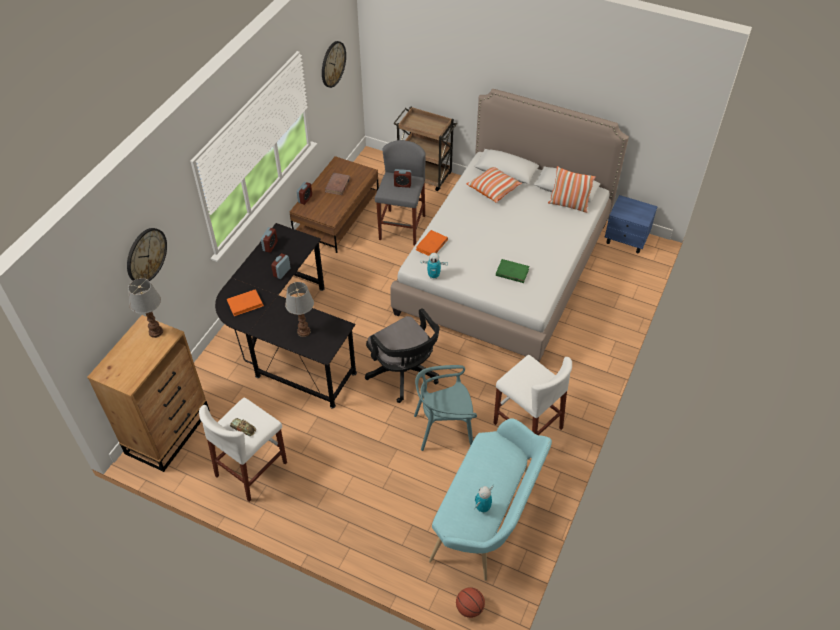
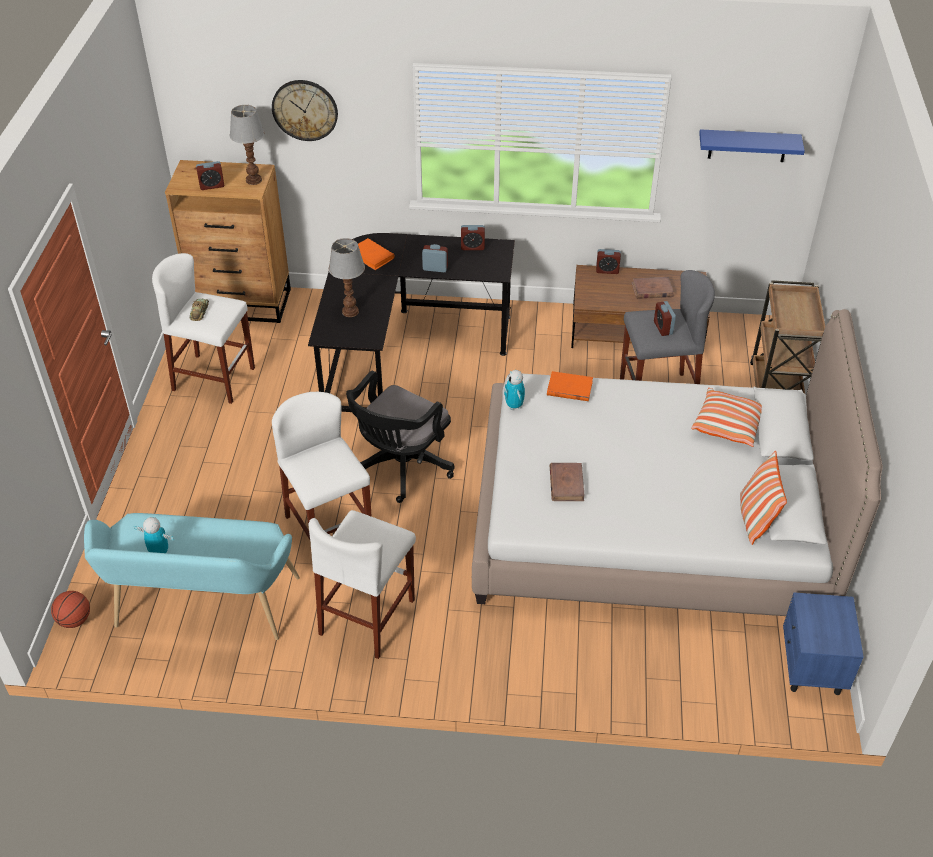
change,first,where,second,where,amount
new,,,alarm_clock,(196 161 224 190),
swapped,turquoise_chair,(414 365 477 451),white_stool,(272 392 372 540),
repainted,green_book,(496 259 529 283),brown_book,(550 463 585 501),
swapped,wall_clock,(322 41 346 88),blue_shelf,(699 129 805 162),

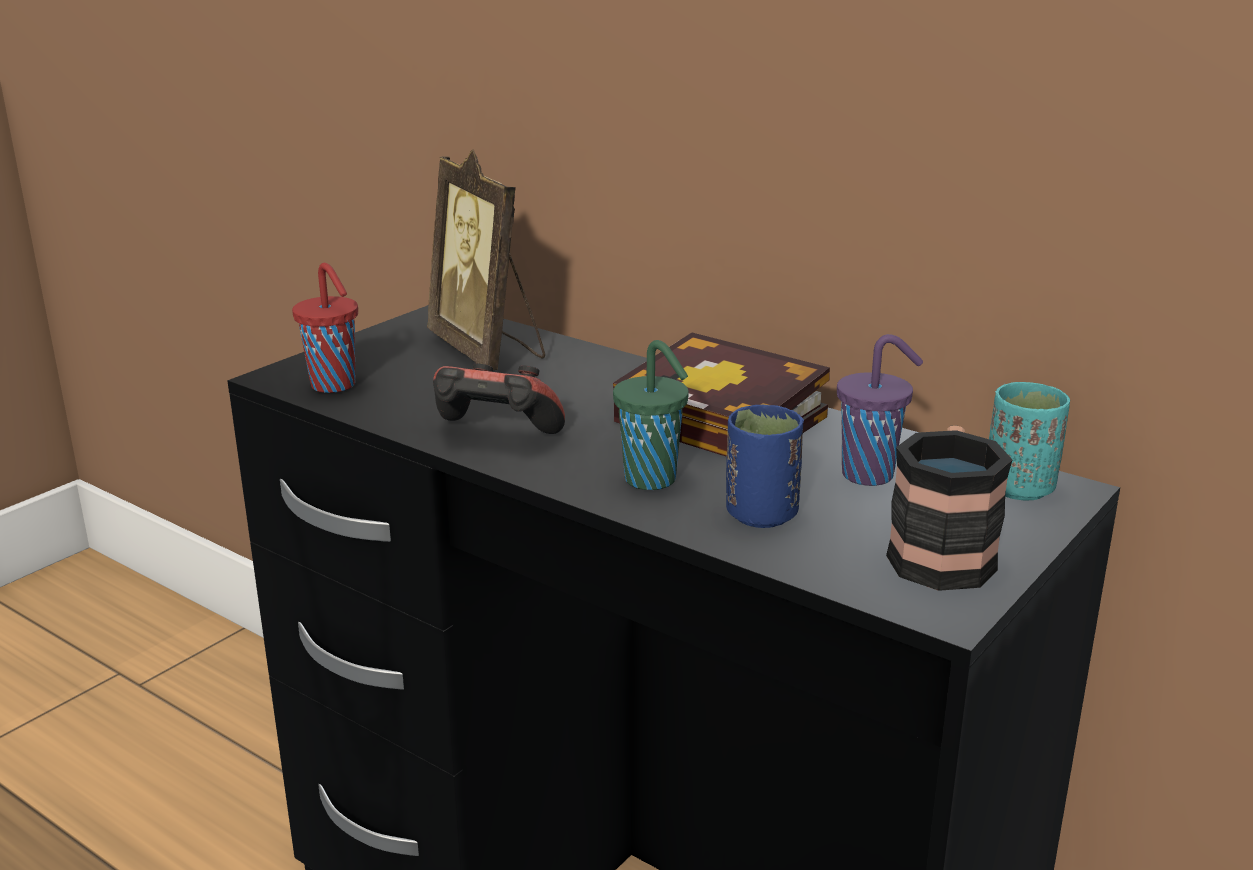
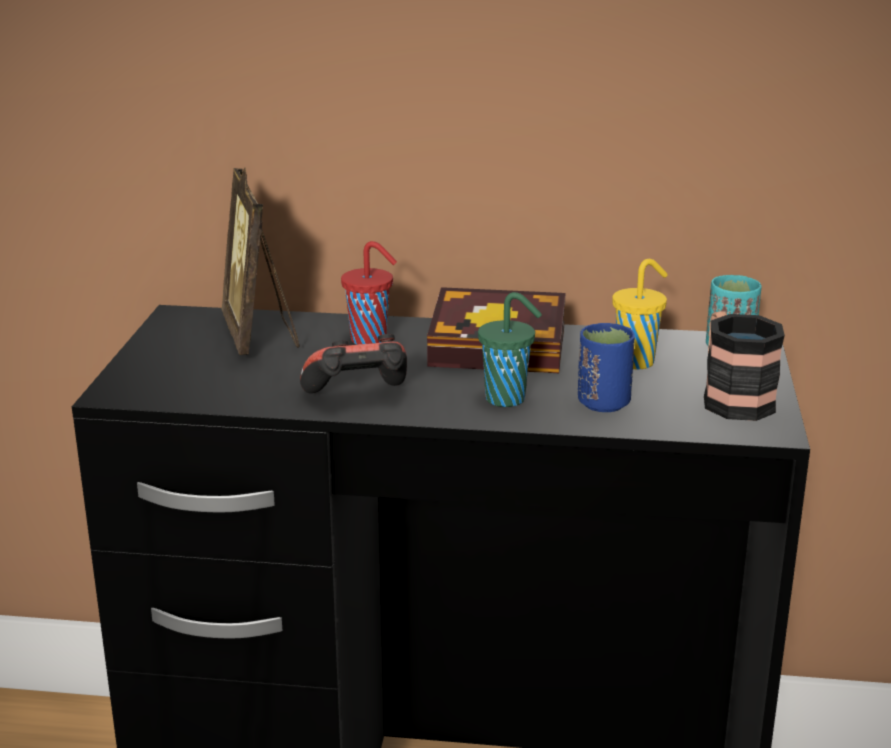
change,first,where,second,where,amount
rotated,picture_frame,(427 149 545 370),,(222 168 299 355),45 degrees clockwise
shifted,red_cup,(292 263 358 393),,(341 241 397 345),
repainted,purple_cup,(837 334 923 486),yellow_cup,(612 259 668 369),

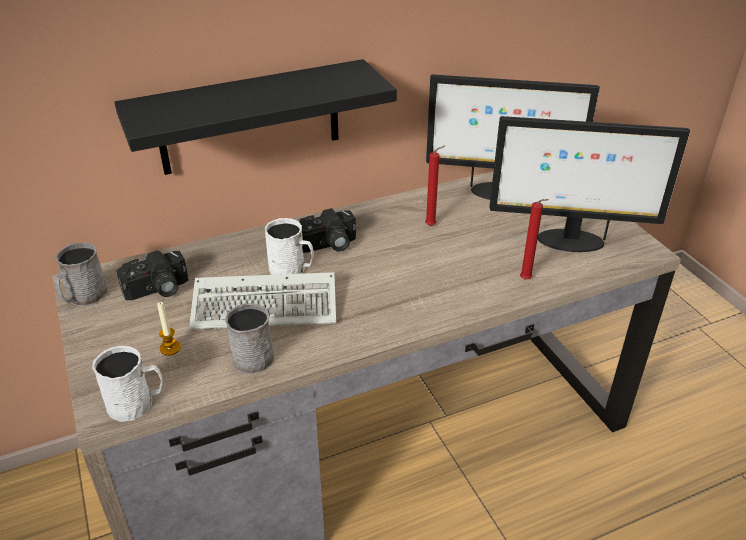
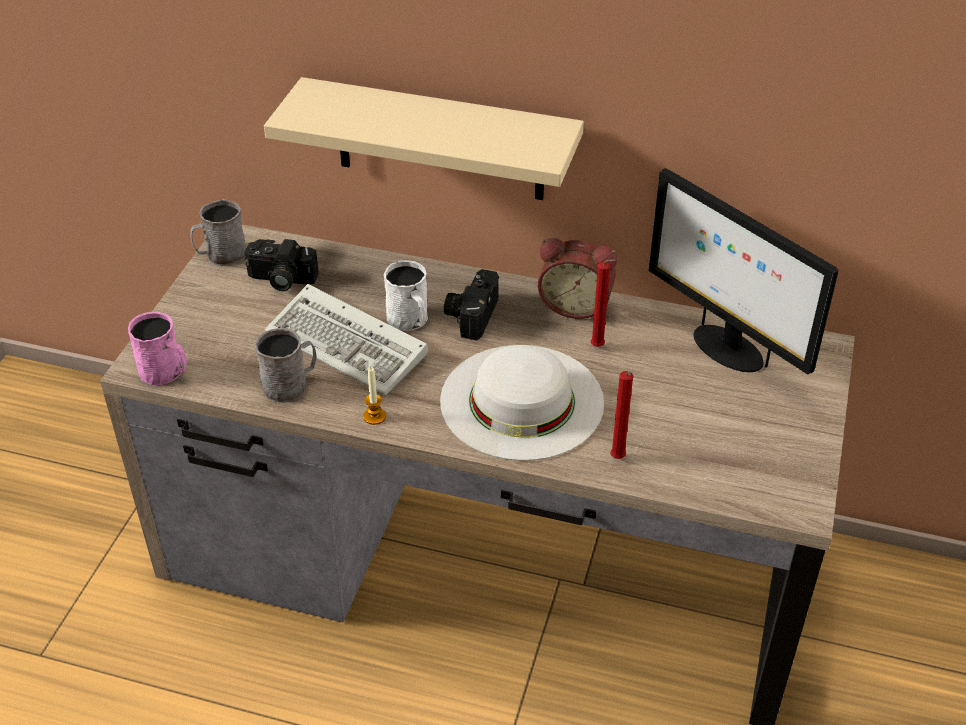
change,first,where,second,where,amount
repainted,white_mug,(92 346 163 422),pink_mug,(128 312 187 385),
repainted,black_shelf,(114 59 397 175),beige_shelf,(264 77 584 200),
shifted,candle,(157 302 181 355),,(363 367 386 425),
new,,,white_hat,(440 345 604 461),
rotated,photo_camera,(298 208 356 253),,(444 269 499 340),90 degrees clockwise
new,,,alarm_clock,(538 238 617 319),
gone,monitor,(489 116 690 252),,,

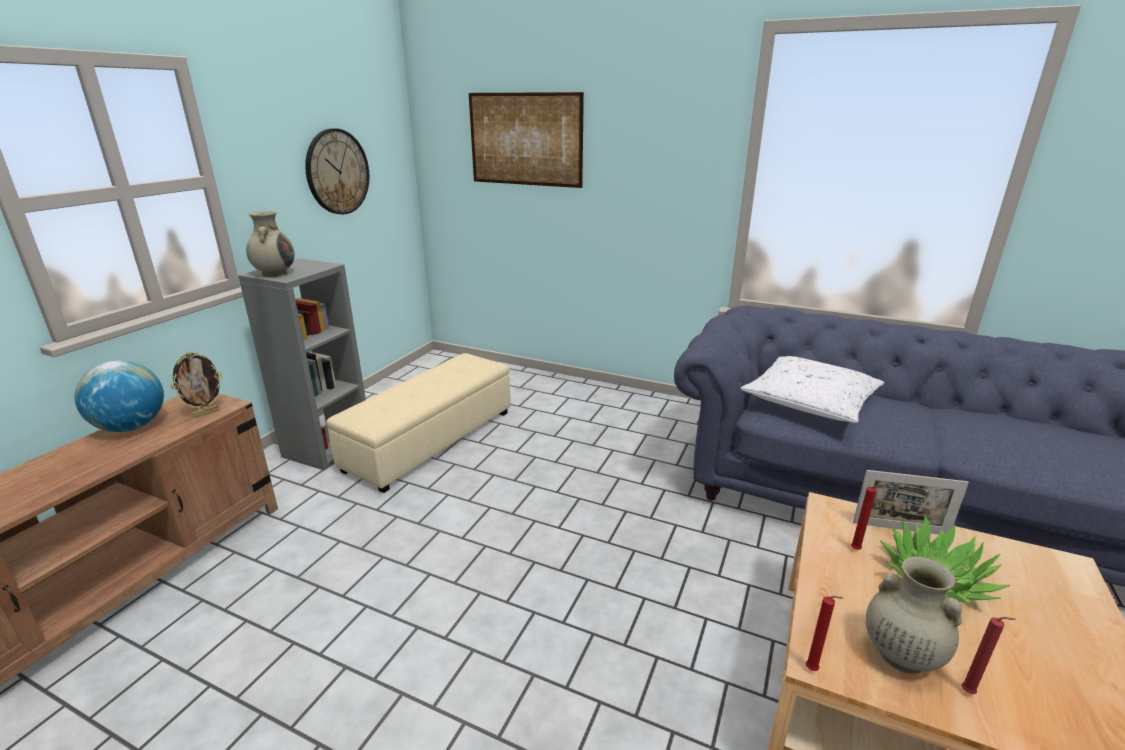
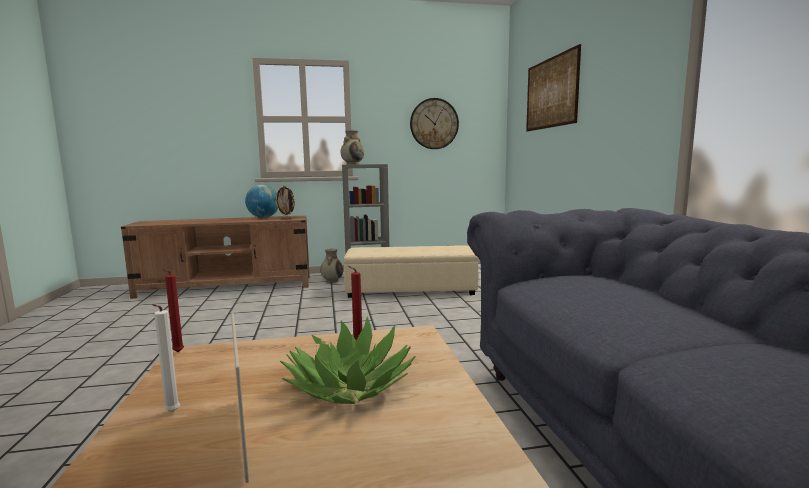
change,first,where,second,where,amount
repainted,red_candle,(961 617 1016 694),white_candle,(152 304 180 412),
shifted,picture_frame,(853 470 969 535),,(231 313 249 483),
shifted,beige_vase,(866 557 962 674),,(320 249 343 283),
gone,white_pillow,(741 356 884 423),,,

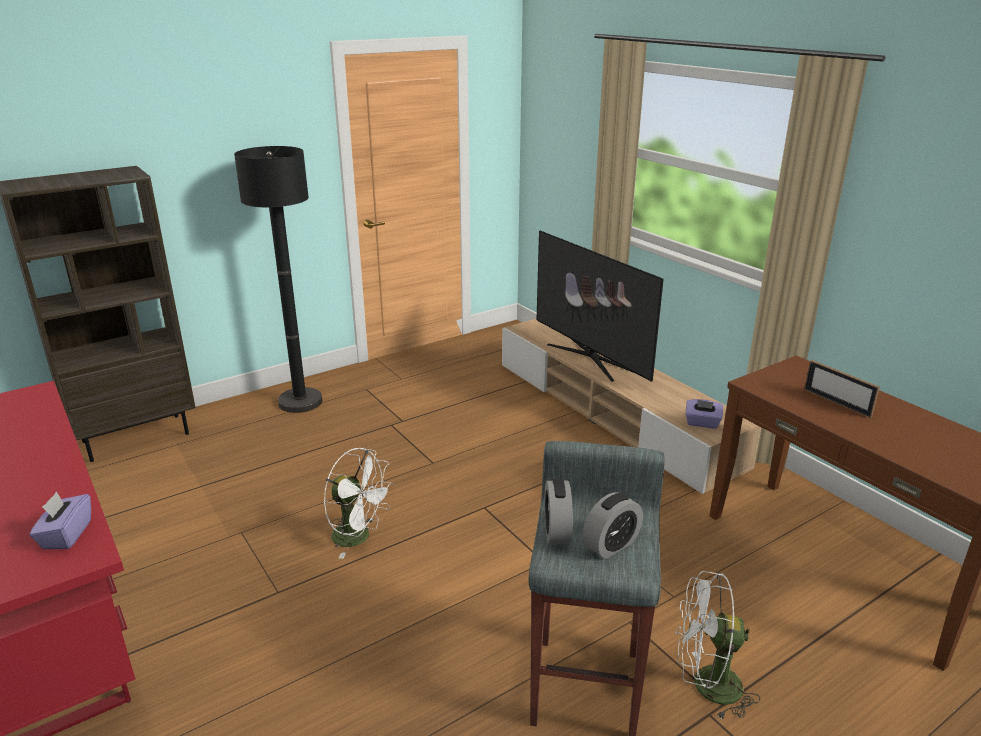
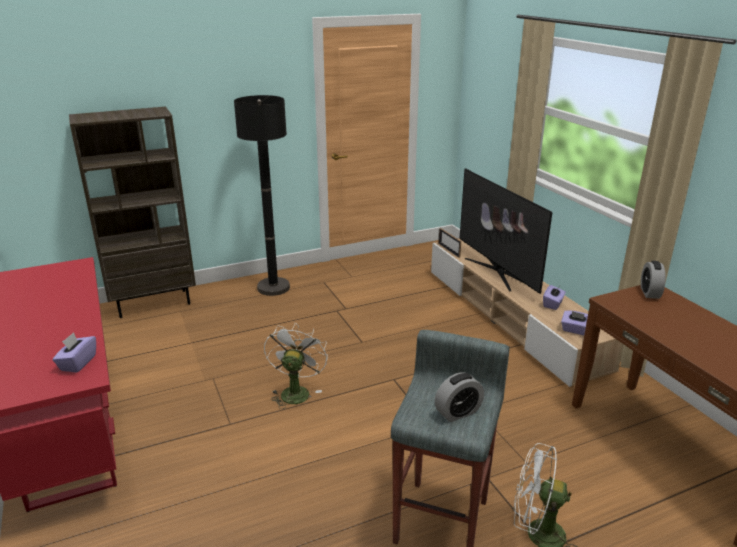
change,first,where,second,where,amount
rotated,white_fan,(324 448 394 559),,(264 323 328 409),120 degrees counterclockwise
shifted,picture_frame,(804 360 880 418),,(439 228 461 258),
new,,,purple_tissue_box,(543 285 566 310),
shifted,alarm_clock,(544 478 573 544),,(641 261 666 299),

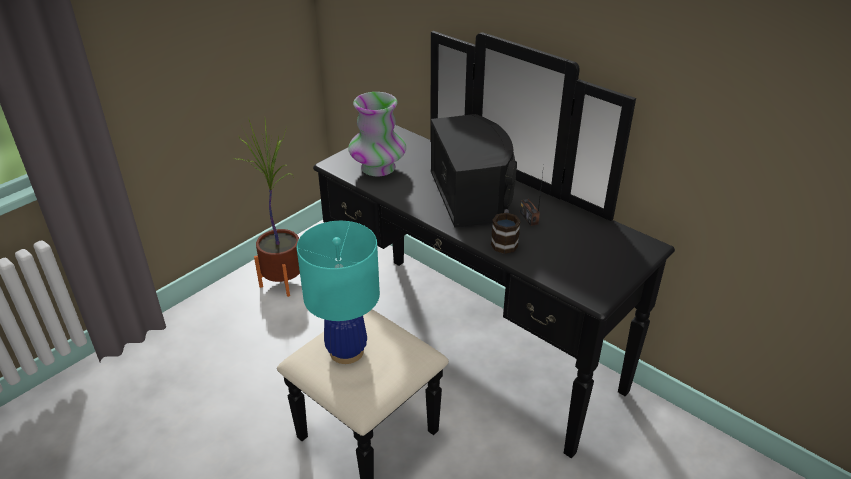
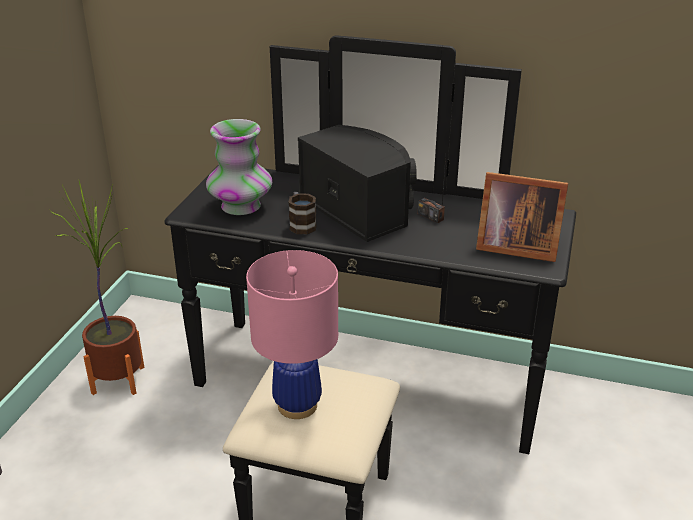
change,first,where,second,where,amount
repainted,turquoise_table_lamp,(297 221 380 364),pink_table_lamp,(246 250 338 419),
shifted,mug,(491 209 521 254),,(288 192 317 234),
new,,,picture_frame,(476 172 568 262),

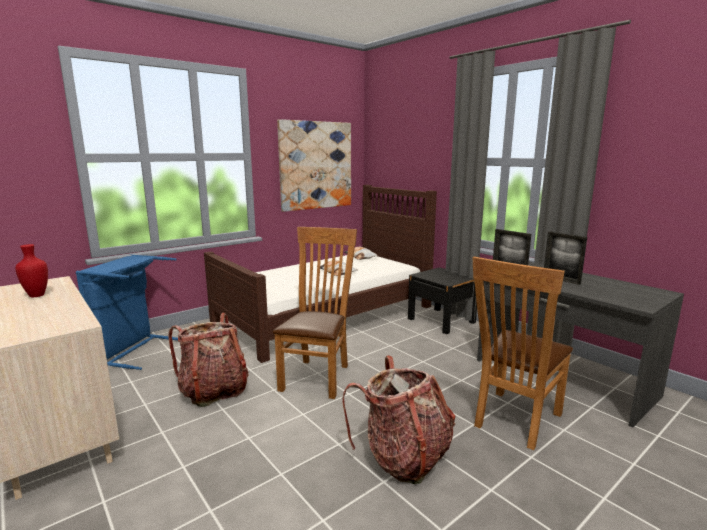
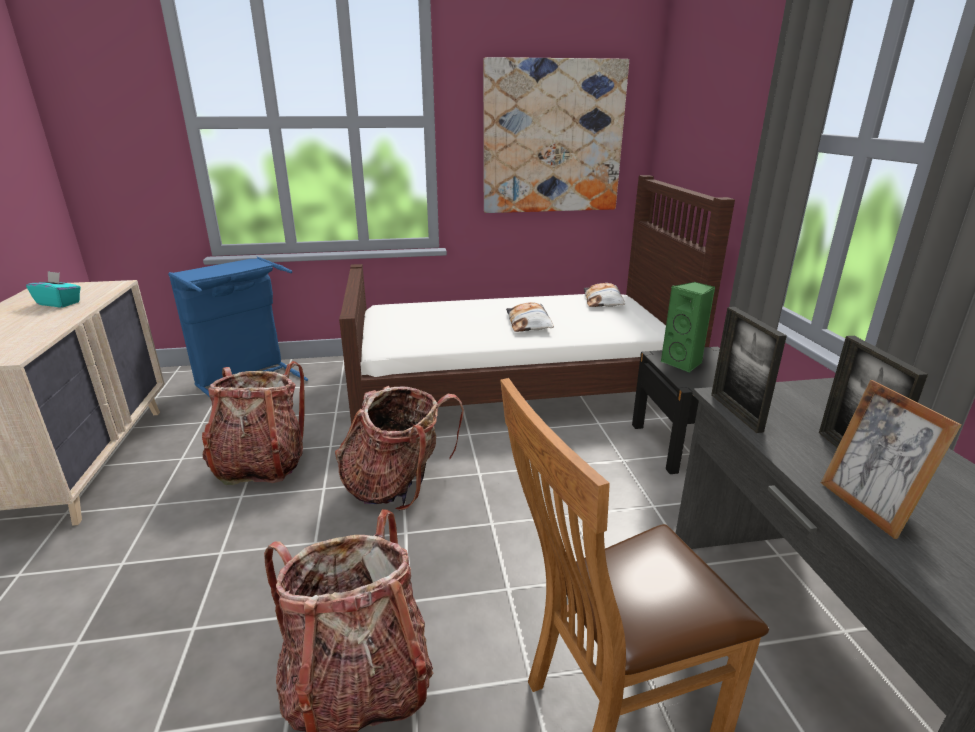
change,first,where,second,where,amount
swapped,red_vase,(15 244 48 297),turquoise_tissue_box,(26 271 81 308),
swapped,brown_chair,(273 227 357 399),backpack,(335 386 464 511),
new,,,green_speaker,(660 282 715 373),
new,,,picture_frame,(821 380 961 539),

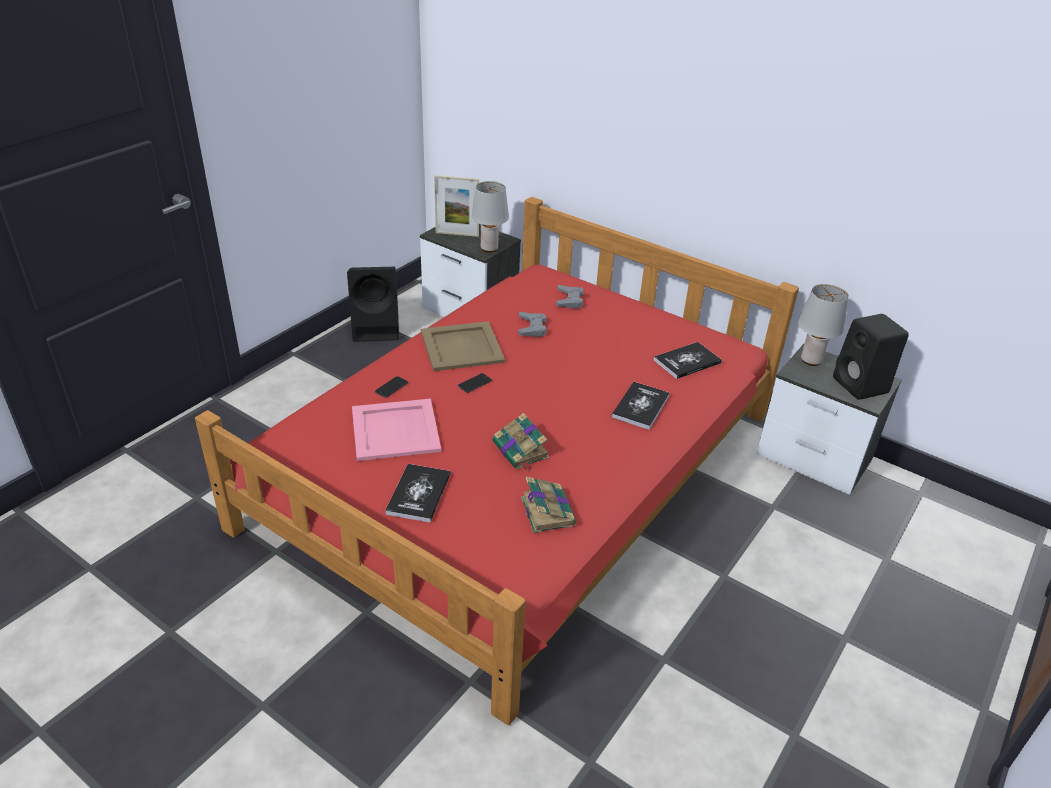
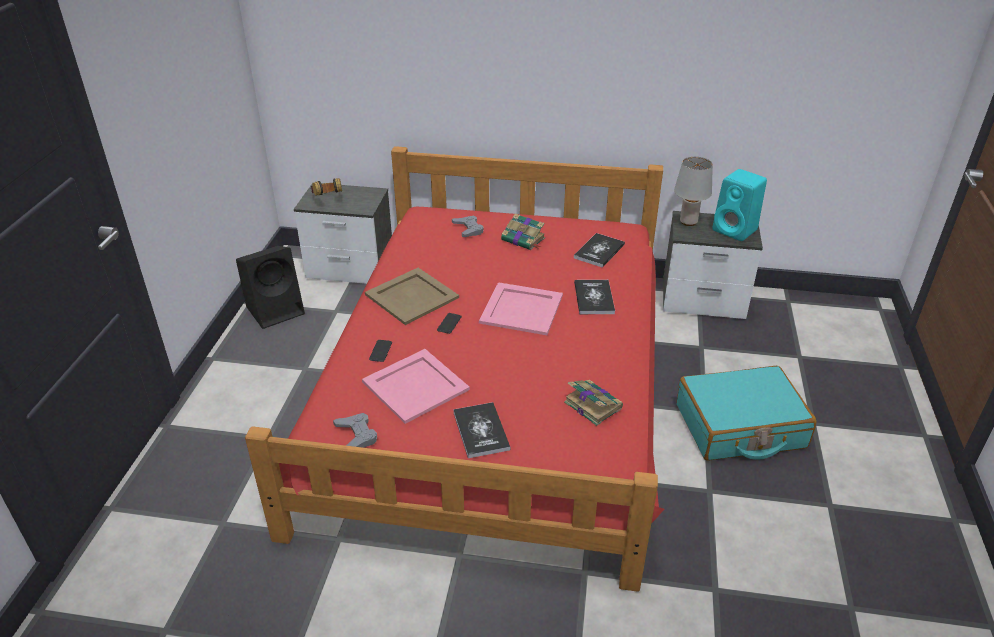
change,first,where,second,where,amount
swapped,picture_frame,(434 175 479 237),headphones,(311 178 342 195),
shifted,grey_game_controller,(518 312 547 337),,(333 413 377 448),
new,,,pink_tray,(479 282 563 335),
shifted,book,(493 413 549 471),,(501 213 545 250),
new,,,turquoise_suitcase,(677 366 817 461),
repainted,black_speaker,(833 314 909 400),turquoise_speaker,(712 169 767 241),
gone,grey_table_lamp,(472 181 509 252),,,

